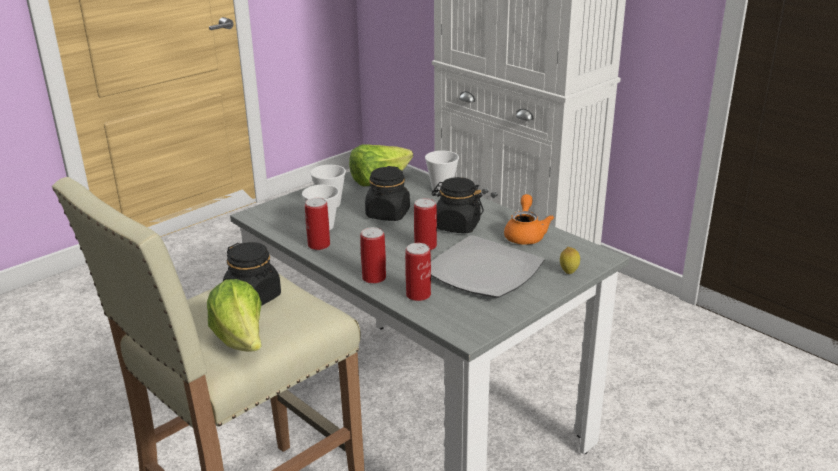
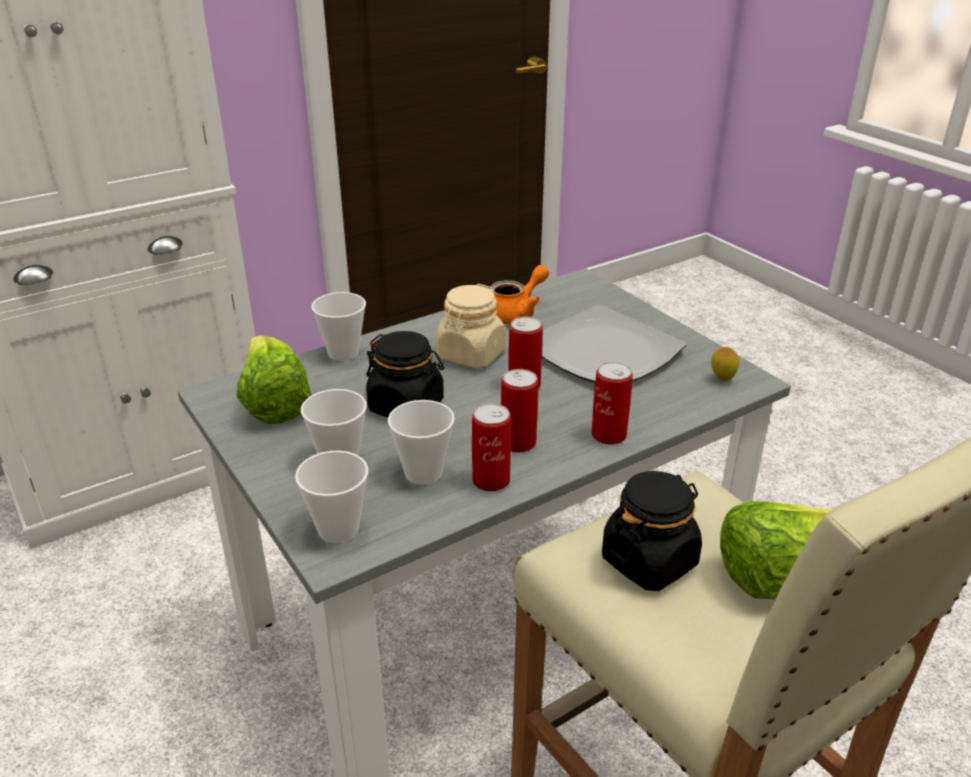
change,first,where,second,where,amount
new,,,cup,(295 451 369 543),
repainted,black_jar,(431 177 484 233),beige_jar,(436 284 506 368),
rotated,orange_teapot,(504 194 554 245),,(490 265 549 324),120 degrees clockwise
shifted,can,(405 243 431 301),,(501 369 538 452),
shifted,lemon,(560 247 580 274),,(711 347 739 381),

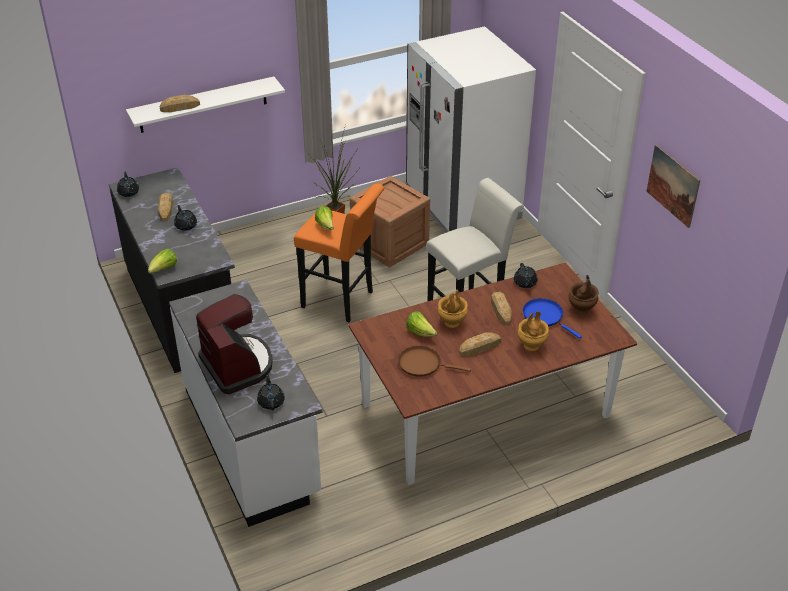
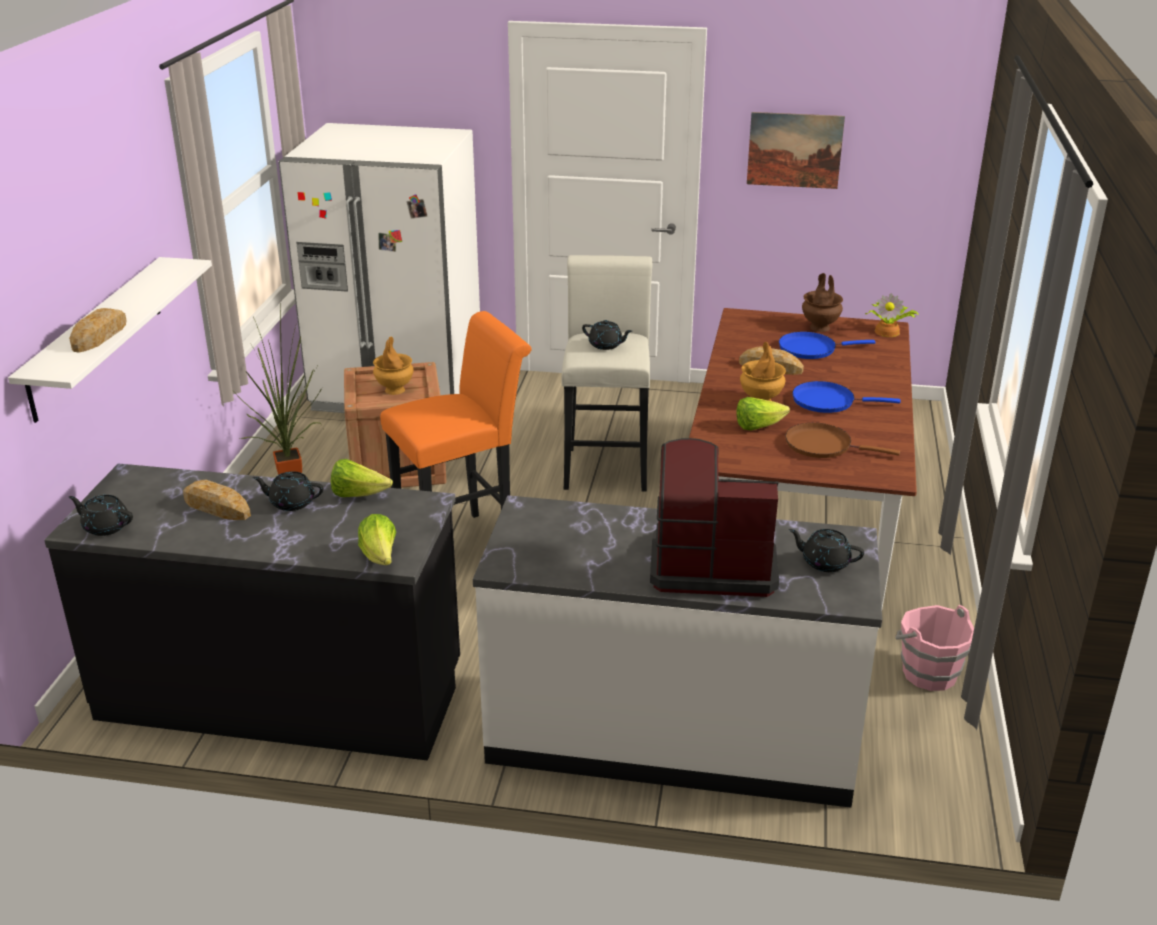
change,first,where,second,where,amount
shifted,lettuce,(315 206 334 230),,(331 459 393 497),
shifted,brown_vase,(518 311 549 351),,(373 337 414 395),
shifted,black_teapot,(514 263 537 288),,(582 320 632 350),
rotated,brown_frying_pan,(398 346 471 377),,(785 423 900 458),60 degrees clockwise
swapped,bread,(459 332 501 356),blue_frying_pan,(792 381 901 413),
new,,,potted_plant,(865 293 919 337),
new,,,pink_bucket,(895 605 974 691),

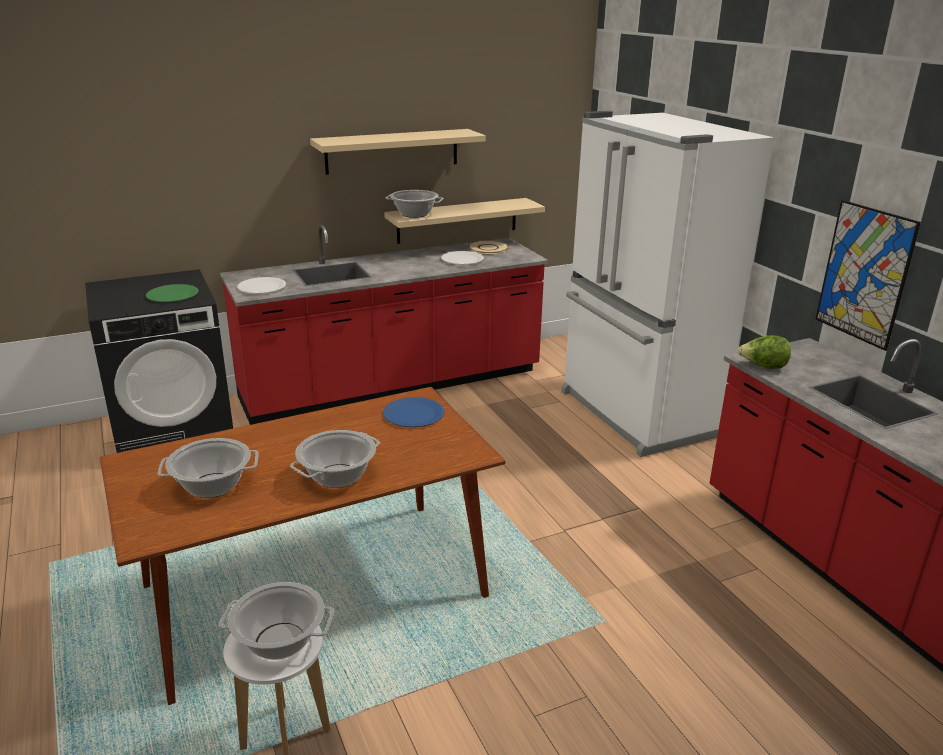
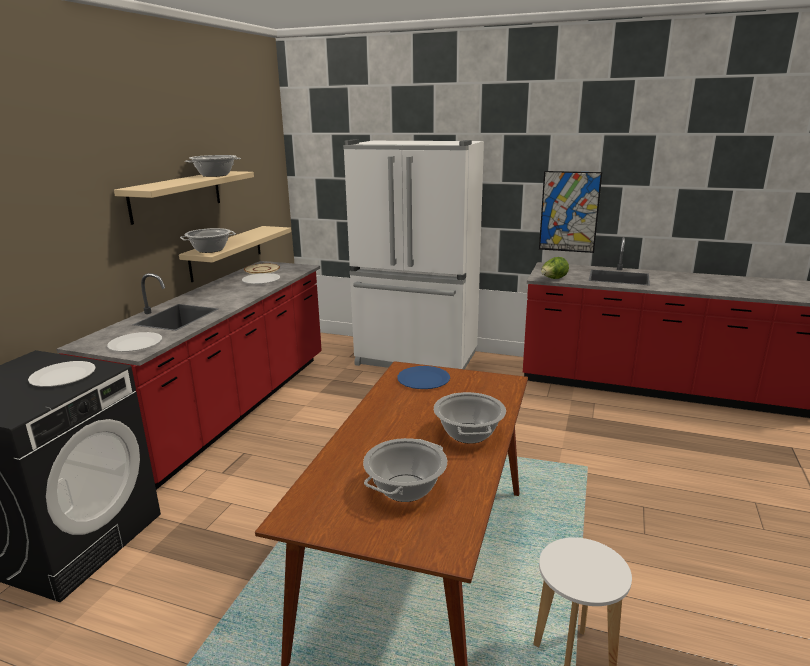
change,first,where,second,where,amount
repainted,green_plate,(146 284 199 302),white_plate,(28 361 96 387),
shifted,cooking_pot,(219 582 334 660),,(185 155 241 177),

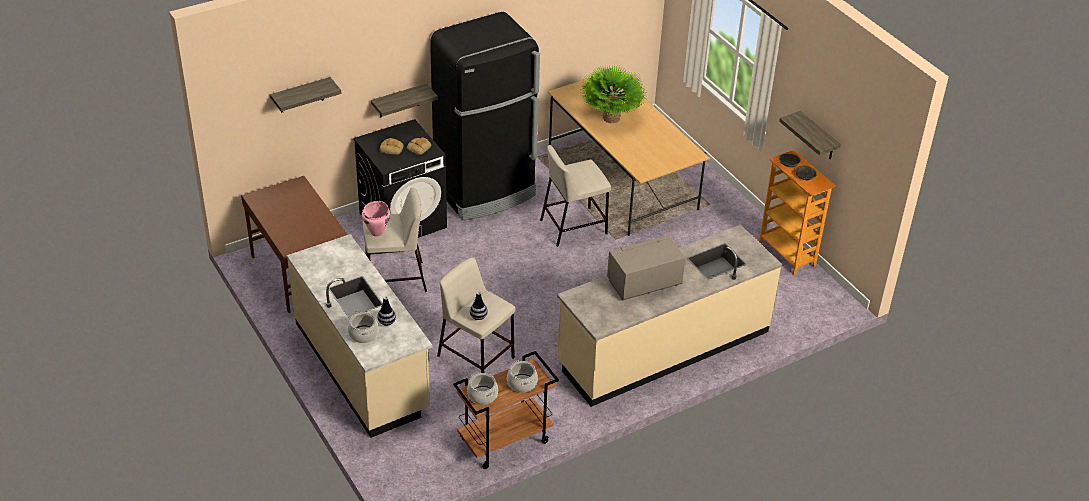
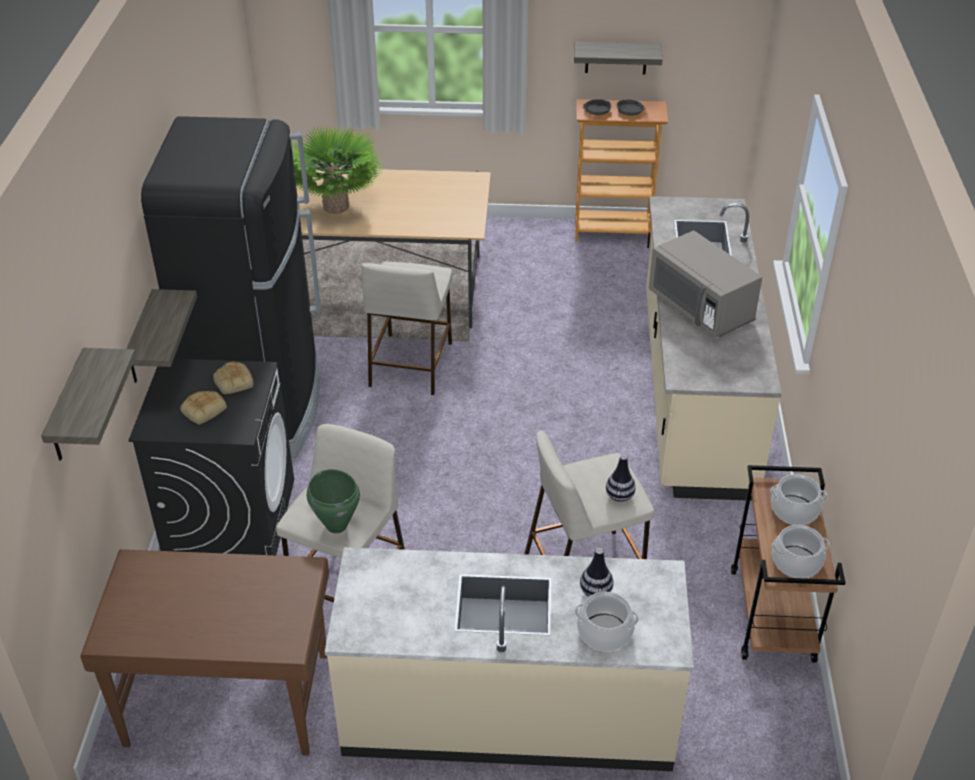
change,first,where,second,where,amount
repainted,pink_cooking_pot,(362 201 390 237),green_cooking_pot,(307 469 360 533),
rotated,grey_microwave,(607 235 685 300),,(649 231 762 338),45 degrees counterclockwise

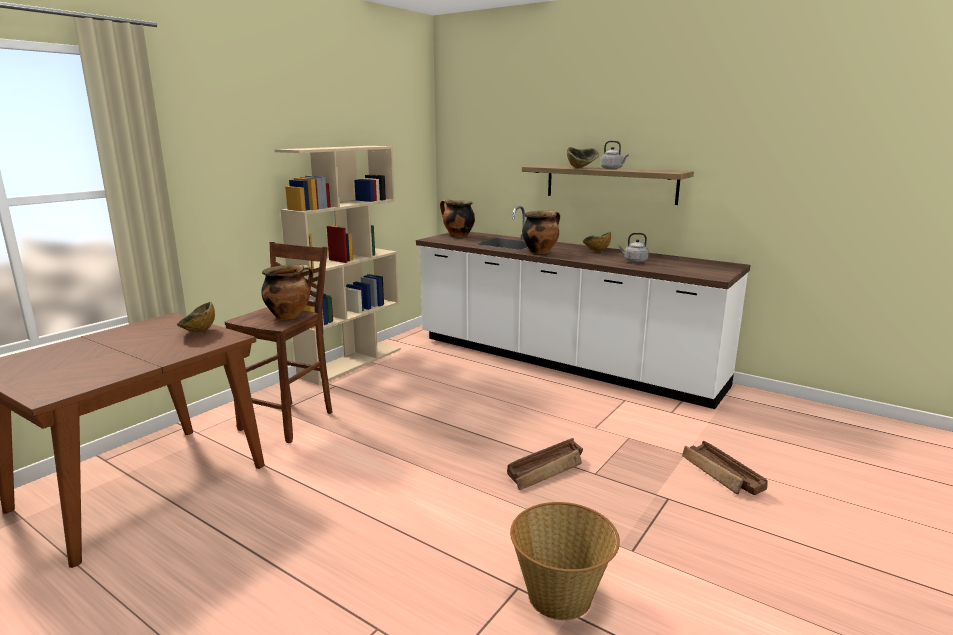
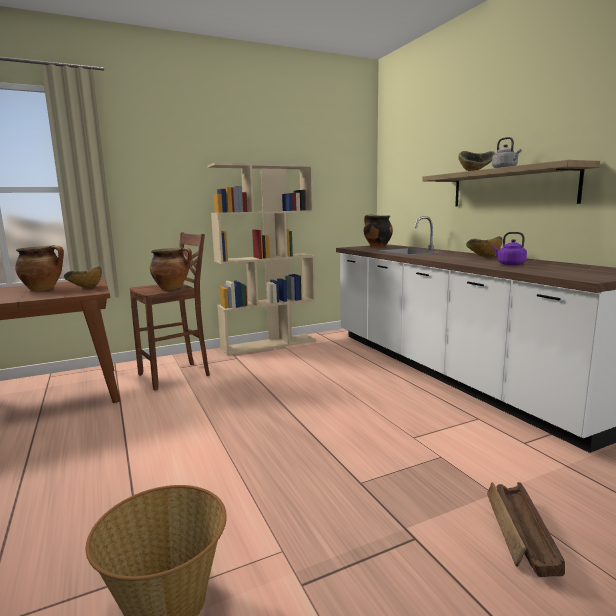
change,first,where,second,where,amount
shifted,cooking_pot,(522 211 560 254),,(15 245 64 291),
repainted,grey_kettle,(618 233 649 263),purple_kettle,(493 232 527 265),
gone,crate,(507 438 583 490),,,

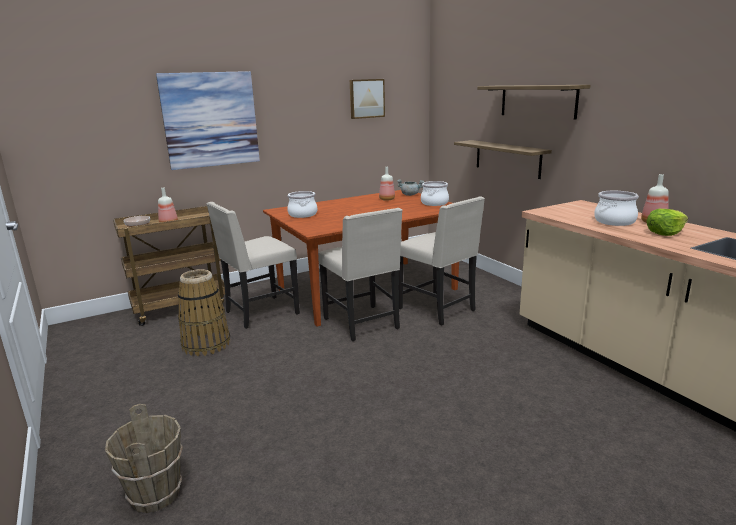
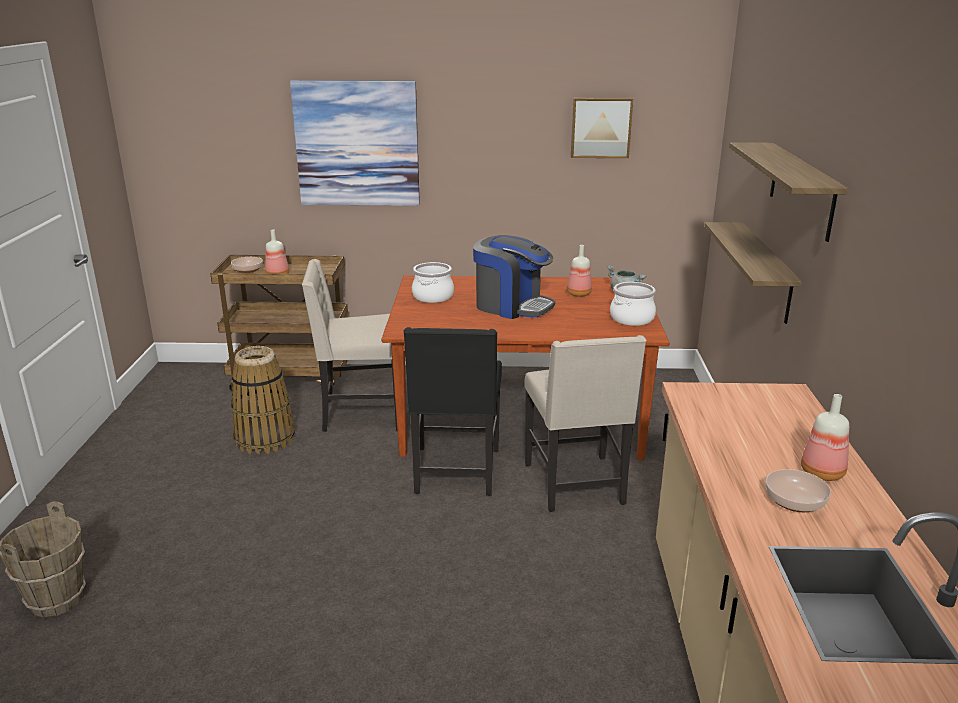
change,first,where,second,where,amount
repainted,beige_chair,(318 208 402 341),black_chair,(403 327 502 496),
new,,,coffee_machine,(473 235 555 319),
swapped,lettuce,(647 209 688 236),bowl,(766 469 831 512),
gone,cooking_pot,(594 191 639 226),,,

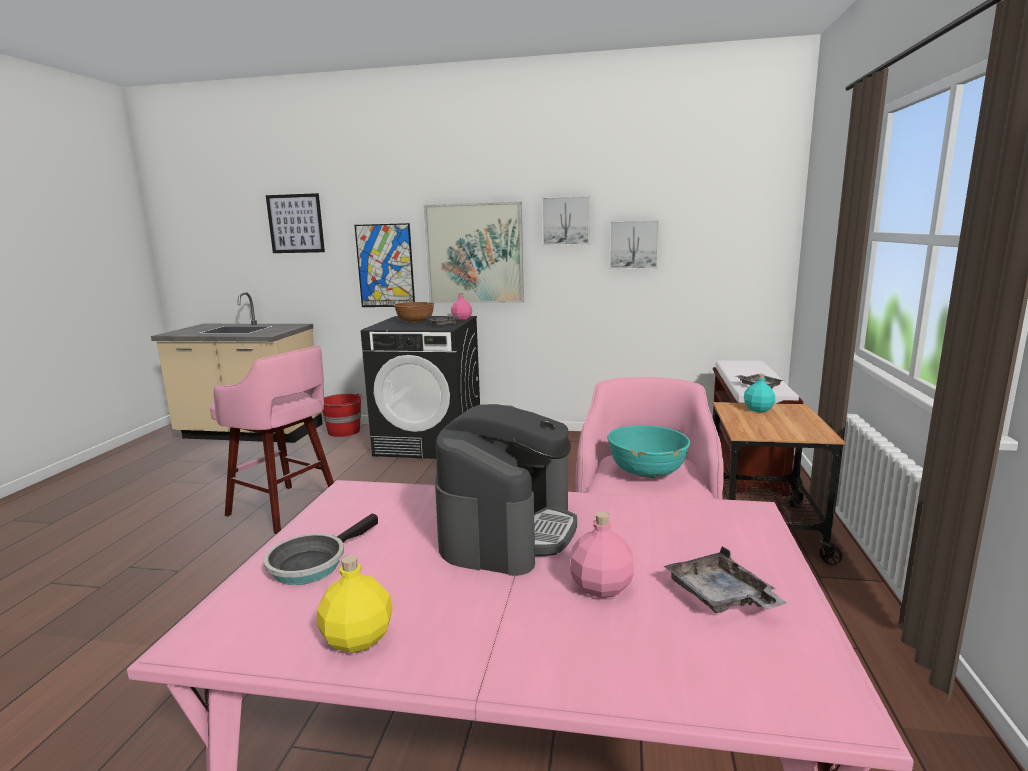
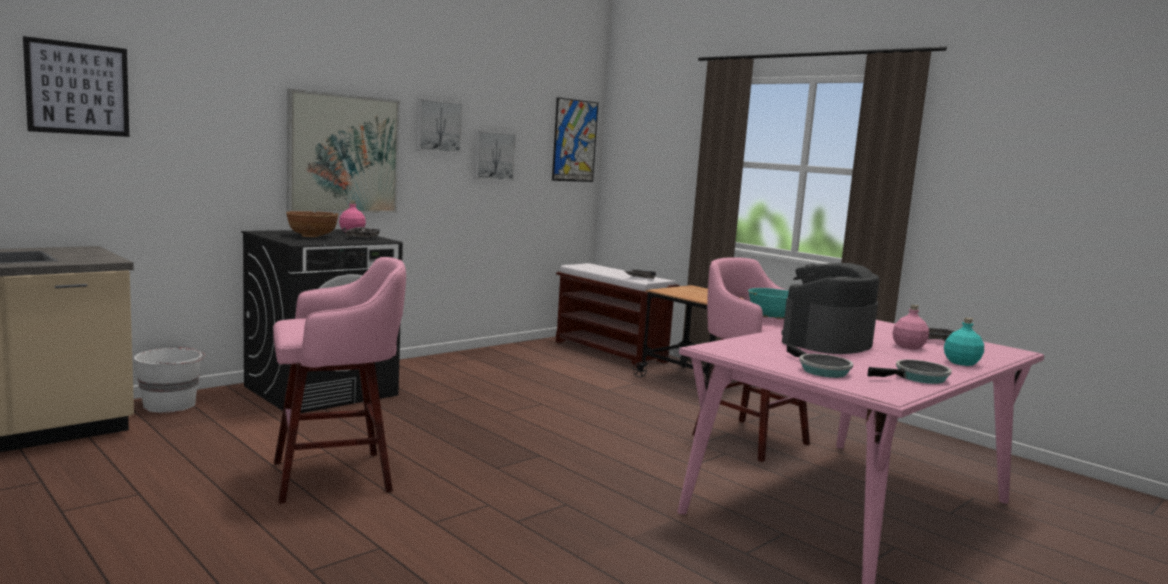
change,first,where,second,where,amount
repainted,red_bucket,(323 393 363 437),white_bucket,(134 346 205 413),
shifted,picture,(354 223 415 307),,(552 97 598 182),
rotated,coffee_machine,(435 404 577 576),,(781 263 879 354),105 degrees counterclockwise
swapped,yellow_bottle,(317 555 393 653),frying_pan,(868 360 952 384),
shifted,turquoise_bottle,(744 374 775 412),,(944 318 984 366),

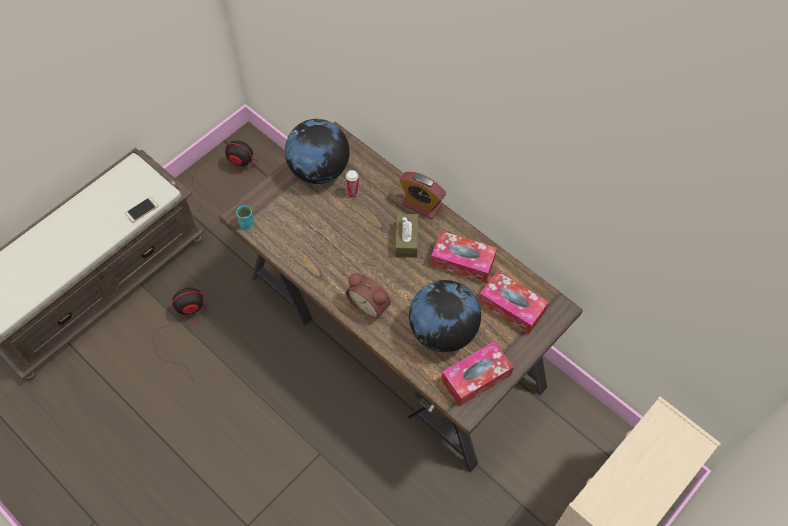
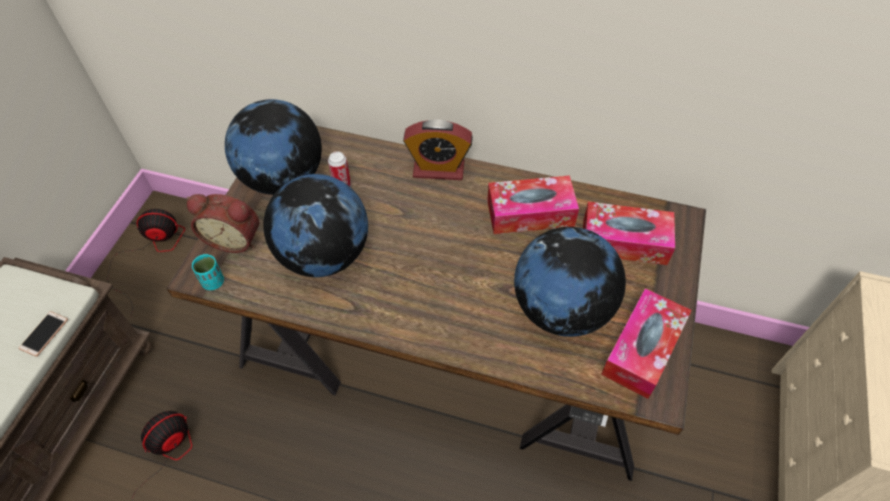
change,first,where,second,where,amount
shifted,alarm_clock,(346 273 391 319),,(187 194 260 253),
new,,,globe,(263 174 368 277),
gone,brown_tissue_box,(395 214 418 258),,,

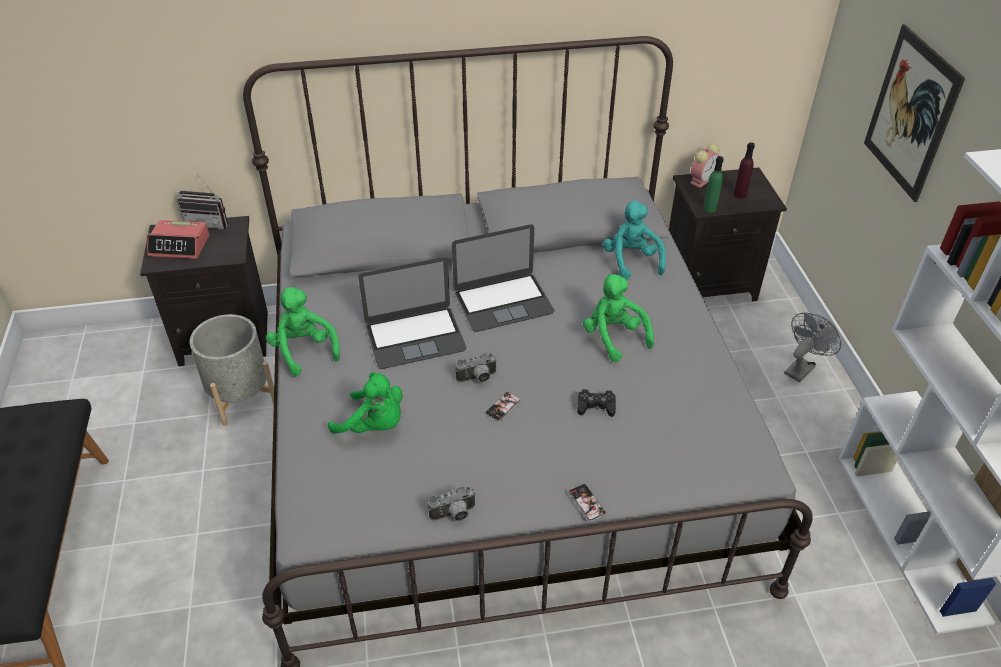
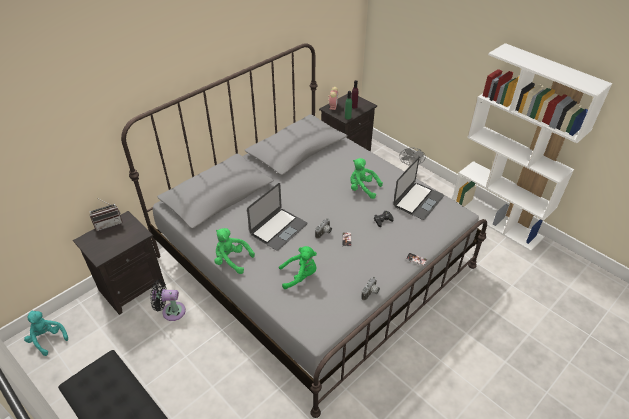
change,first,where,second,where,amount
shifted,turquoise_plush_toy,(603 201 666 280),,(24 311 68 356),
swapped,grey_planter,(190 314 274 426),black_fan,(150 279 186 321),
shifted,laptop,(452 224 554 332),,(393 157 444 220),
gone,alarm_clock,(147 220 209 259),,,
gone,picture,(864 24 965 202),,,

